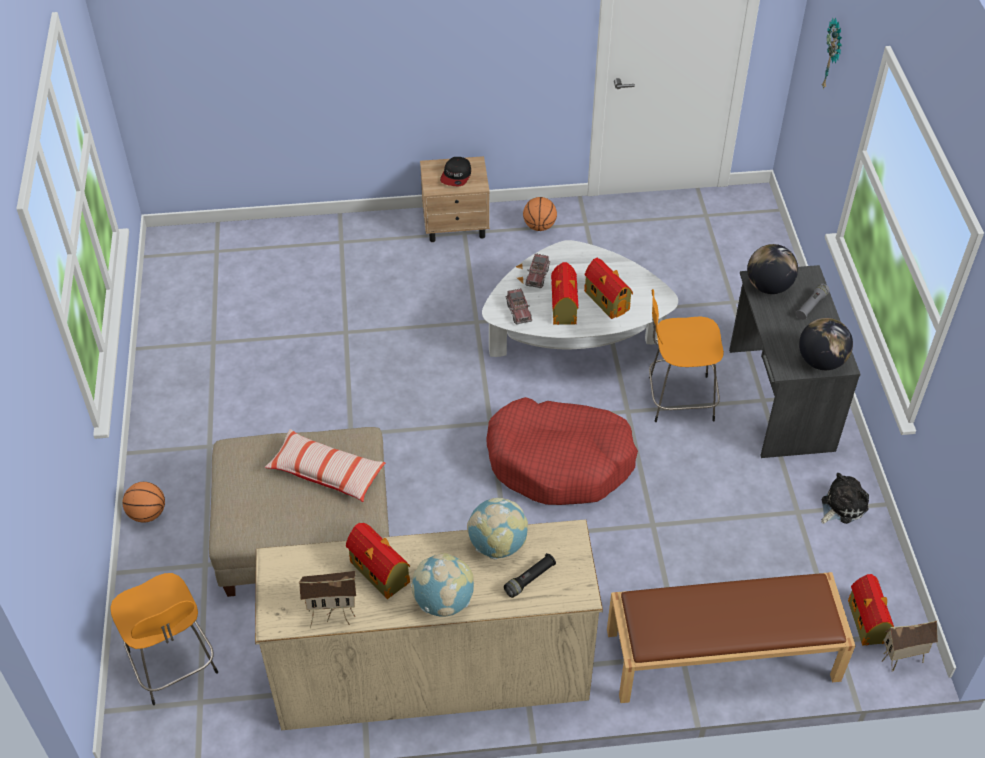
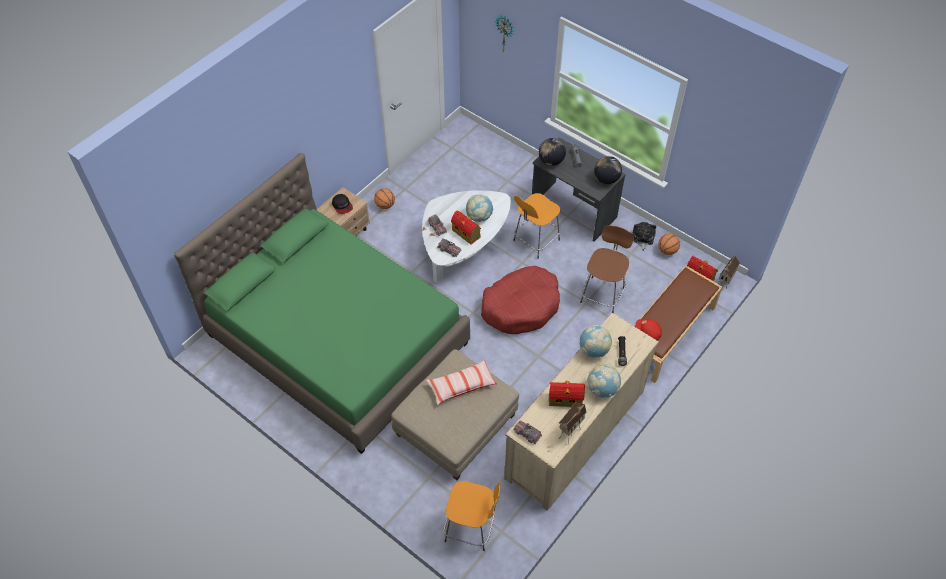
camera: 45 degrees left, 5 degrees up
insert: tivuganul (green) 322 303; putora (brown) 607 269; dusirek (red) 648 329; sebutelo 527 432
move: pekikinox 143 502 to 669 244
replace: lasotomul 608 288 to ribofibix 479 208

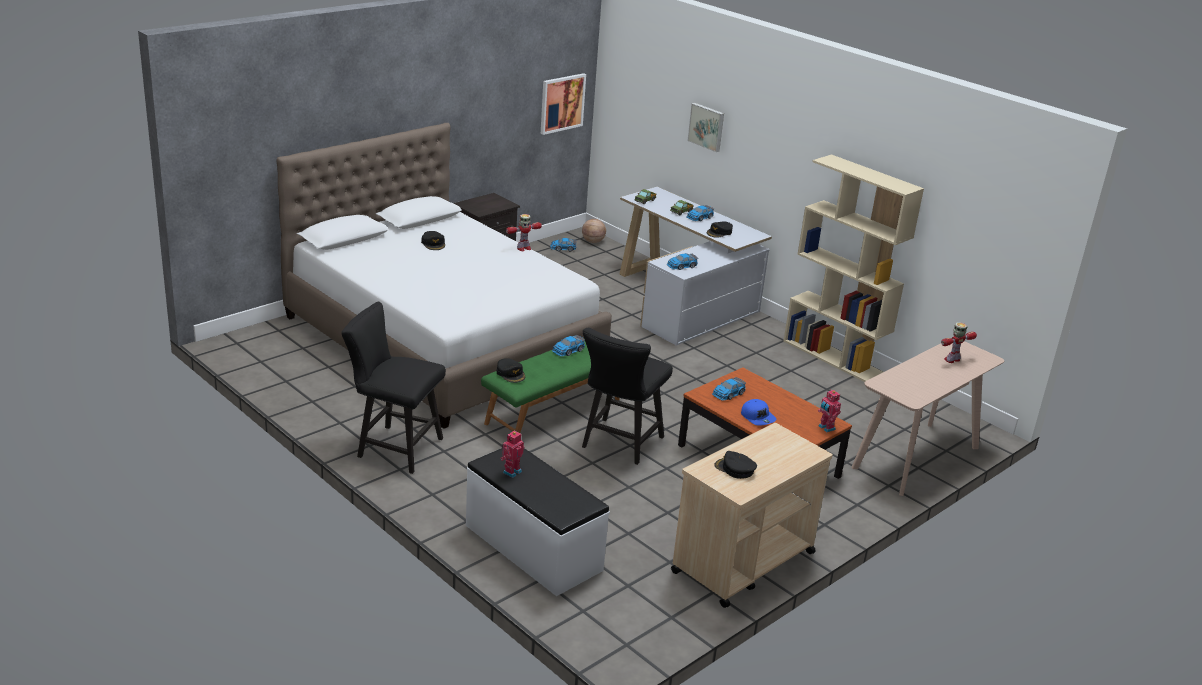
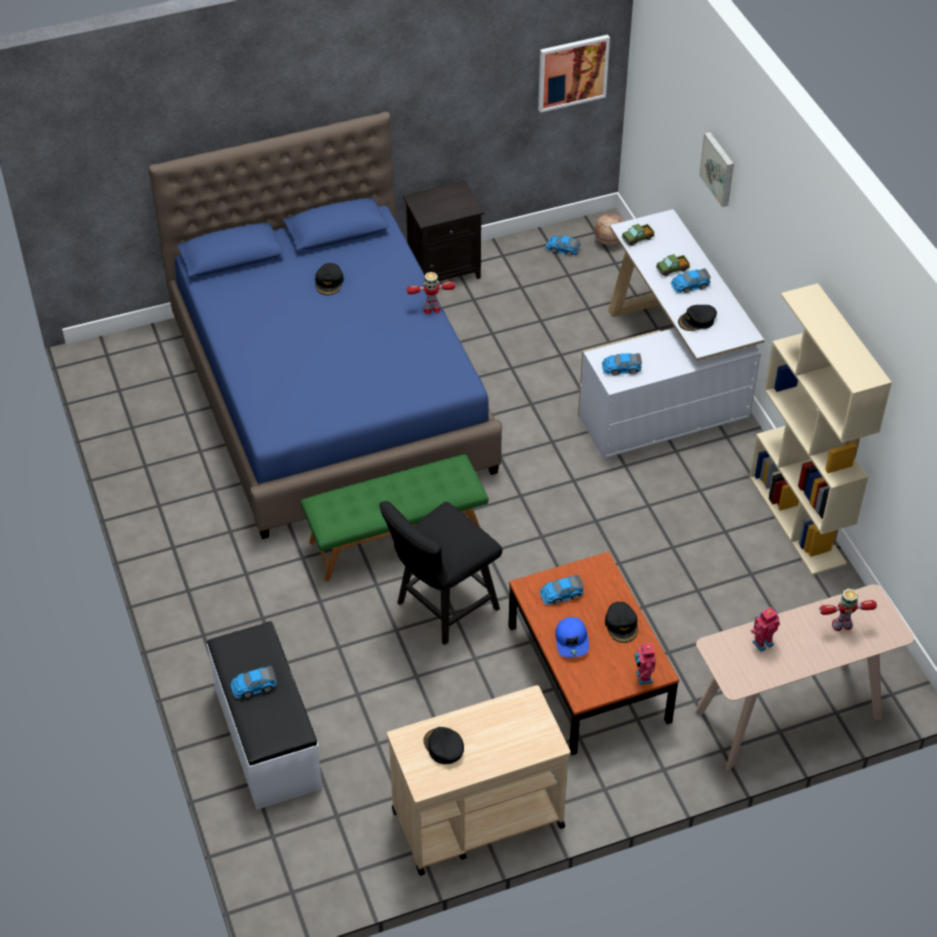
camera: 25 degrees right, 20 degrees up
delete: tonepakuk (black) 393 388
move: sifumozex 568 345 to 253 682; dusirek (black) 511 370 to 621 622; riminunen 512 454 to 765 629
recolor: tivuganul (white) 444 276 to tivuganul (blue) 325 325

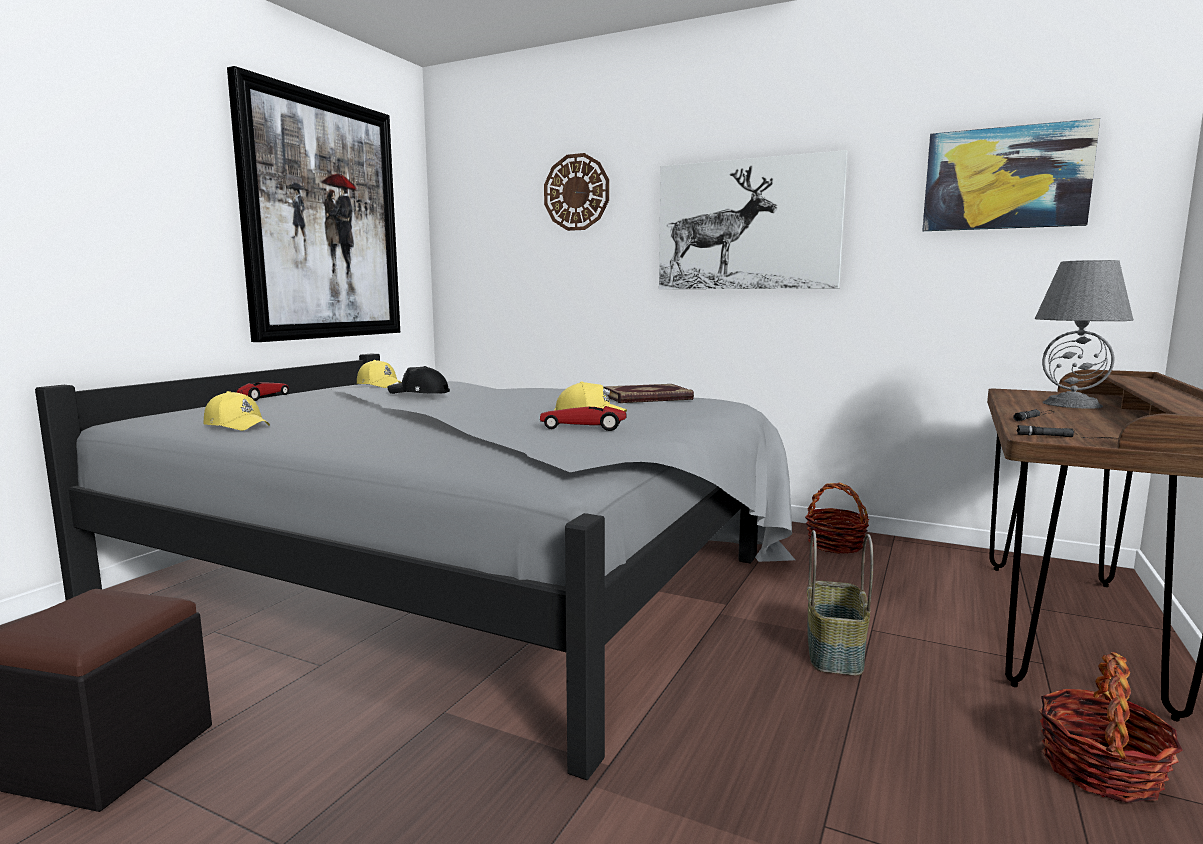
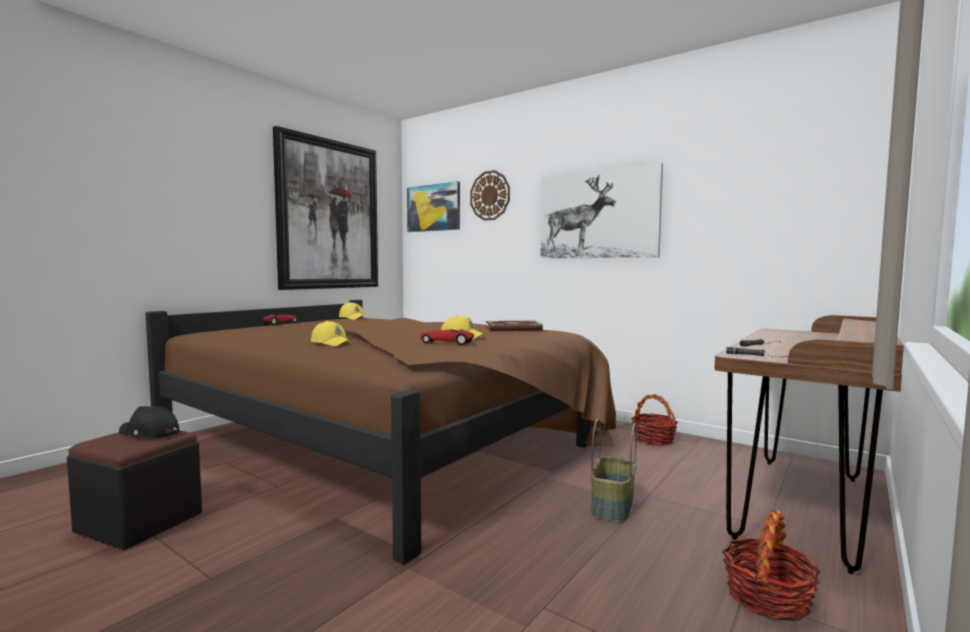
camera: 10 degrees right, 5 degrees down
delete: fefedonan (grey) 1084 334
move: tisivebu 1011 174 to 433 206; dusirek (black) 419 380 to 149 422; dusirek (yellow) 237 411 to 331 334
recolor: tivuganul (grey) 415 567 to tivuganul (brown) 380 432

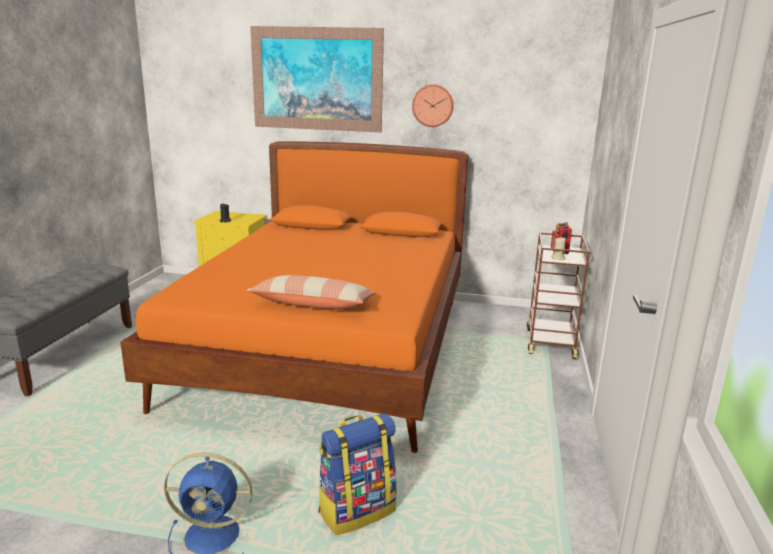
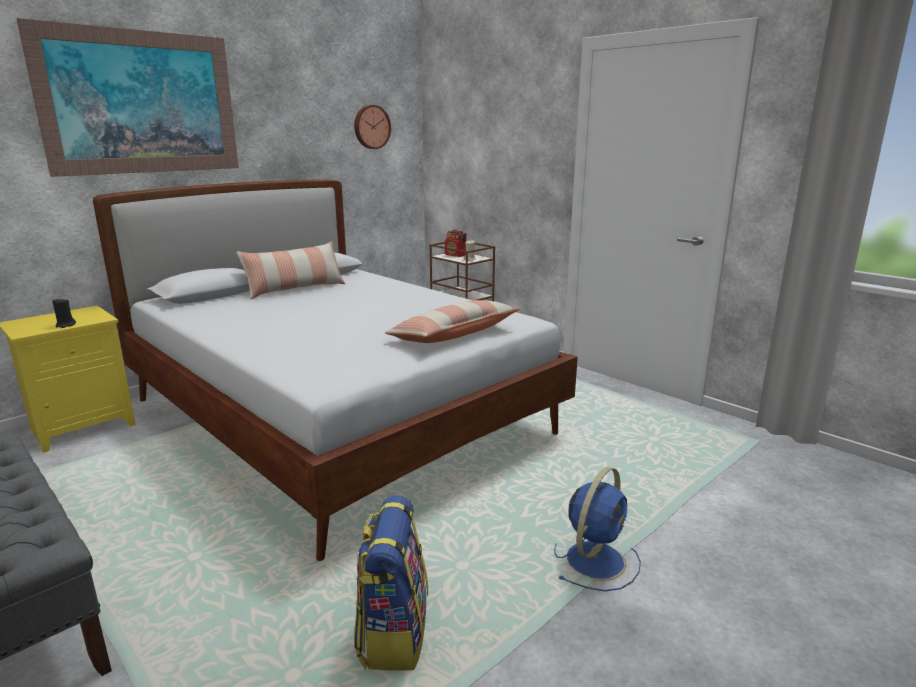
camera: 55 degrees left, 0 degrees up
insert: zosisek 290 270
move: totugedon 433 105 to 372 127; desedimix 357 474 to 391 583
recolor: tivuganul (orange) 294 297 to tivuganul (white) 335 370

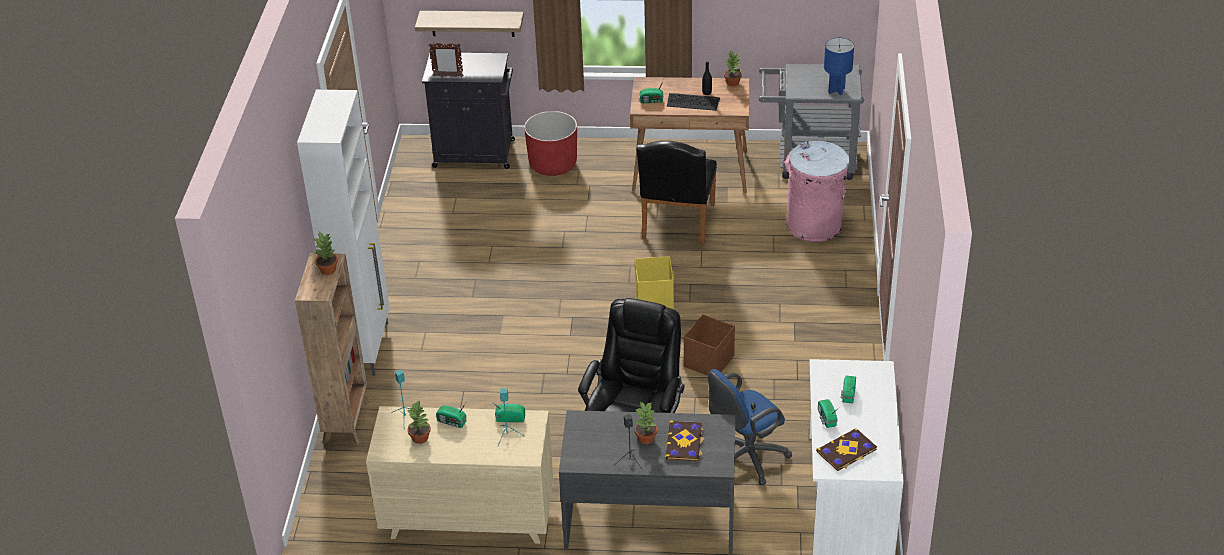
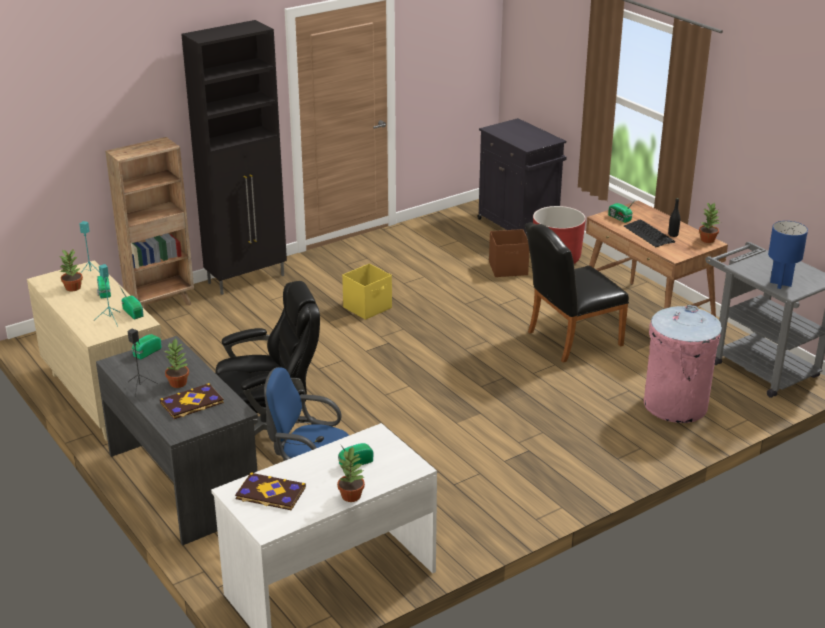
camera: 50 degrees right, 10 degrees down
delete: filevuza 469 24; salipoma 446 60
move: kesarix 325 253 to 351 474; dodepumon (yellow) 654 282 to 367 292; dodepumon (brown) 709 345 to 509 253; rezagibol 828 413 to 147 346
recolor: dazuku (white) 343 233 to dazuku (black) 234 157

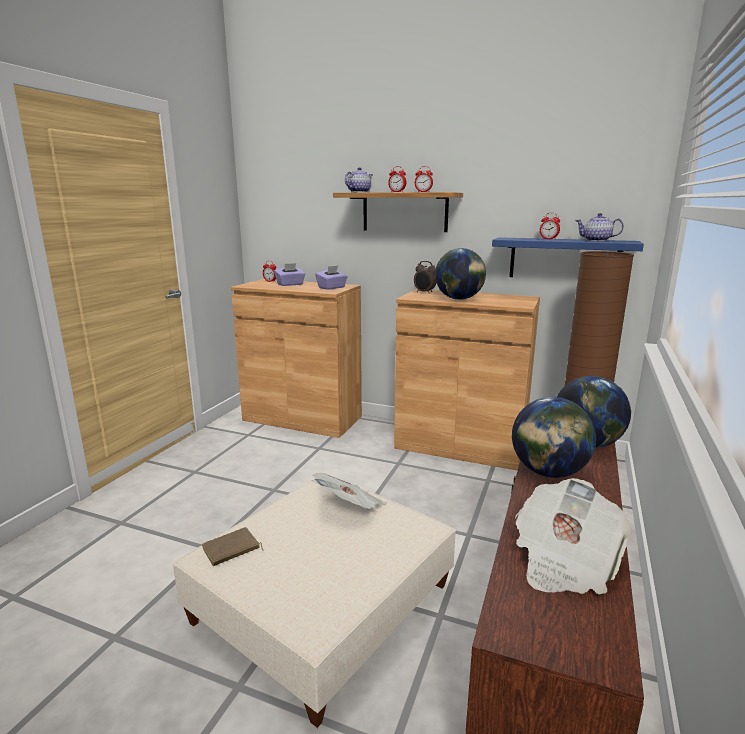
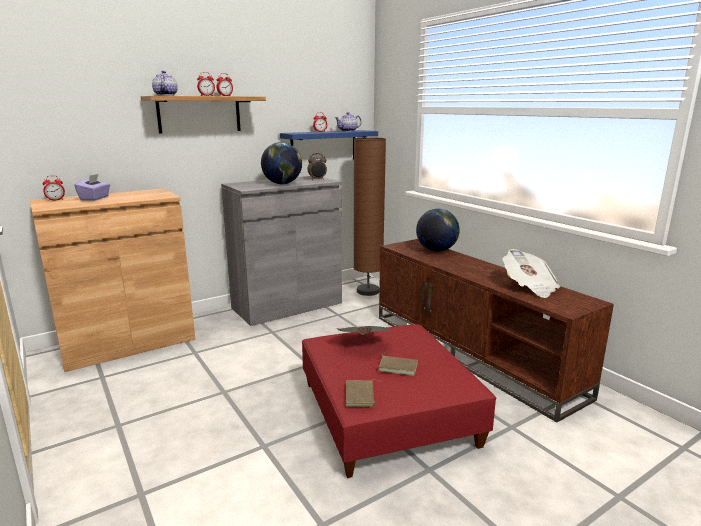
camera: 55 degrees left, 0 degrees up
delete: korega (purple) 331 278; ribofibix 554 437
insert: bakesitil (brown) 398 364
move: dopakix 425 277 to 317 166
recolor: dazuku (brown) 467 380 to dazuku (grey) 281 251; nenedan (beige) 314 601 to nenedan (red) 399 401

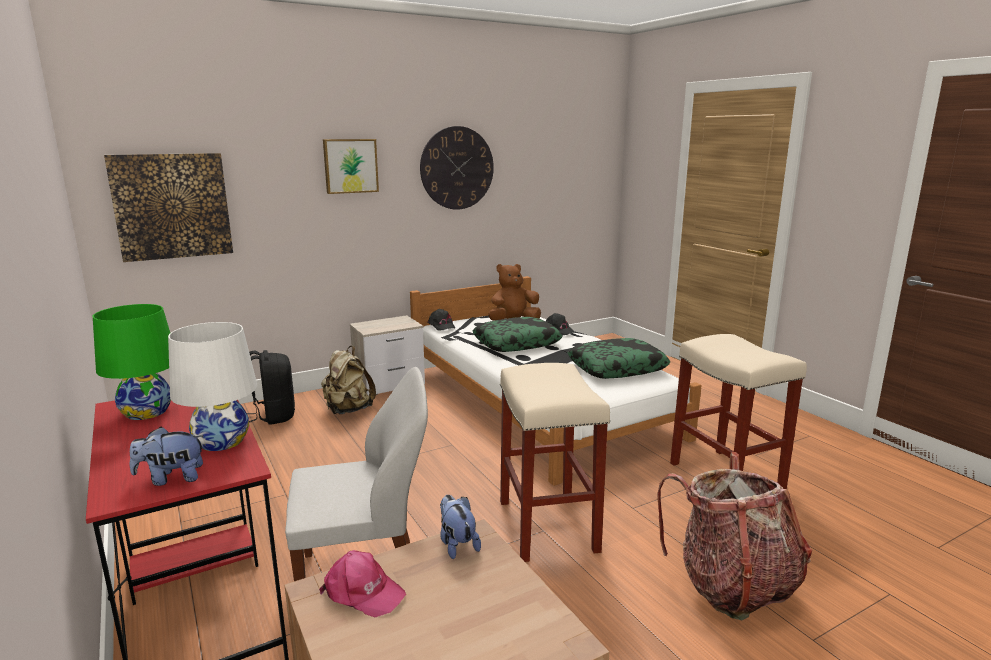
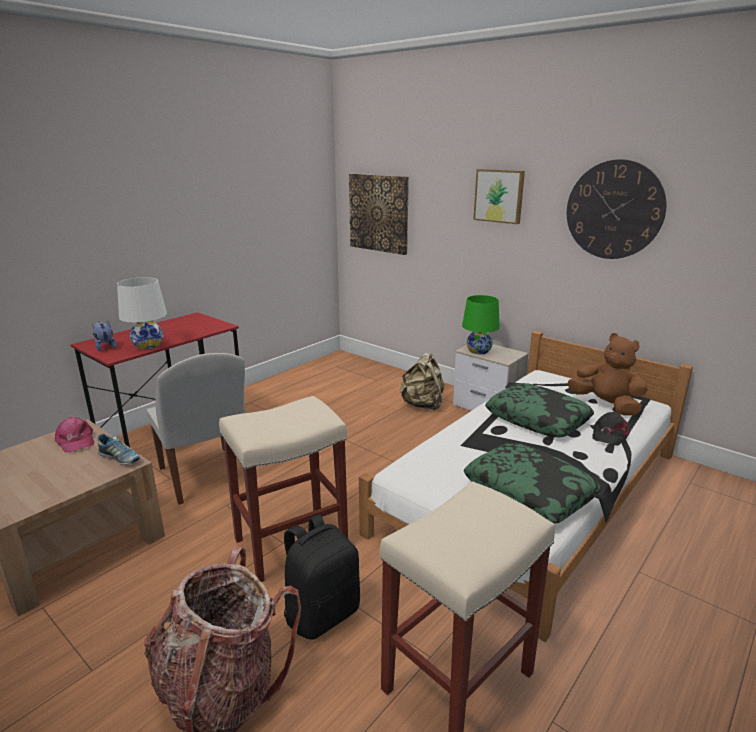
camera: 70 degrees right, 5 degrees up
delete: dusirek (black) 441 320
move: fefedonan (green) 132 362 to 481 324; desedimix (black) 271 387 to 322 576
replace: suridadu 460 527 to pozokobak 119 449
rotate: dusirek (pink) 362 583 = 74 435 45 degrees counterclockwise

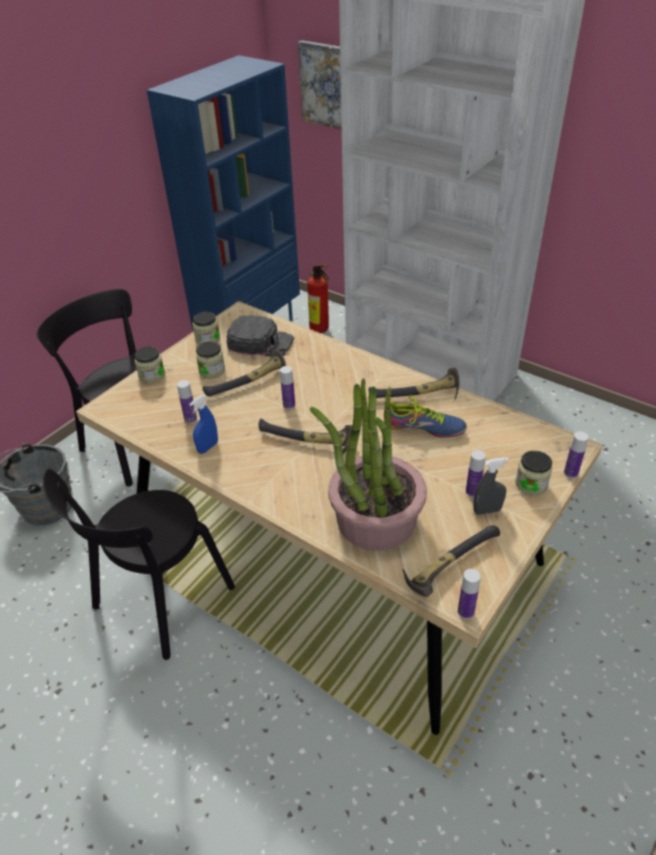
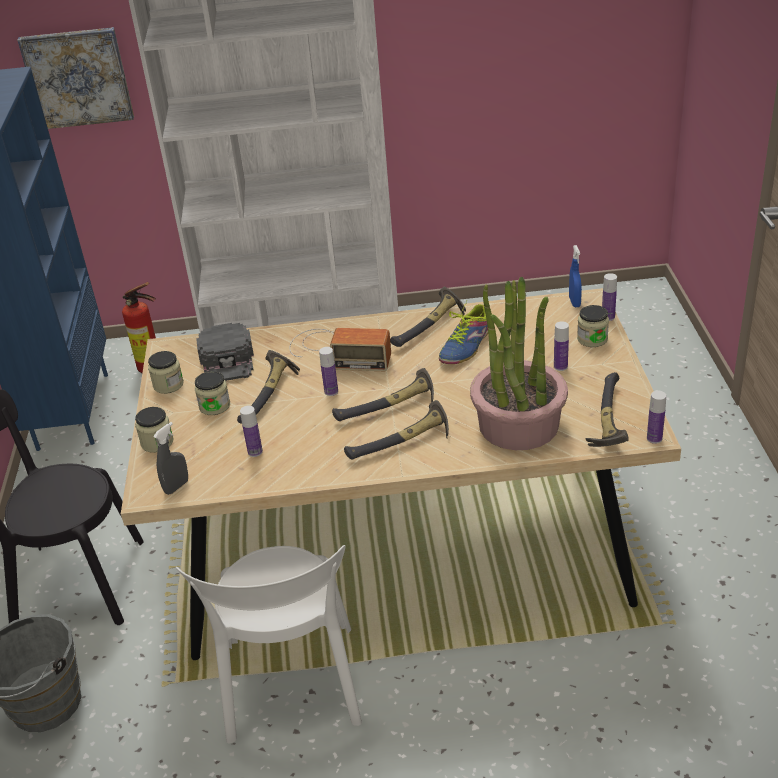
camera: 40 degrees left, 5 degrees down
insert: rezagibol 340 349; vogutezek 396 430
move: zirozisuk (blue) 203 424 to 575 276; zirozisuk (grey) 491 486 to 170 458
recolor: tonepakuk (black) 139 564 to tonepakuk (white) 269 644
rotate: dusirek (black) 260 336 = 225 352 105 degrees clockwise; pozokobak 425 416 = 463 332 150 degrees clockwise

